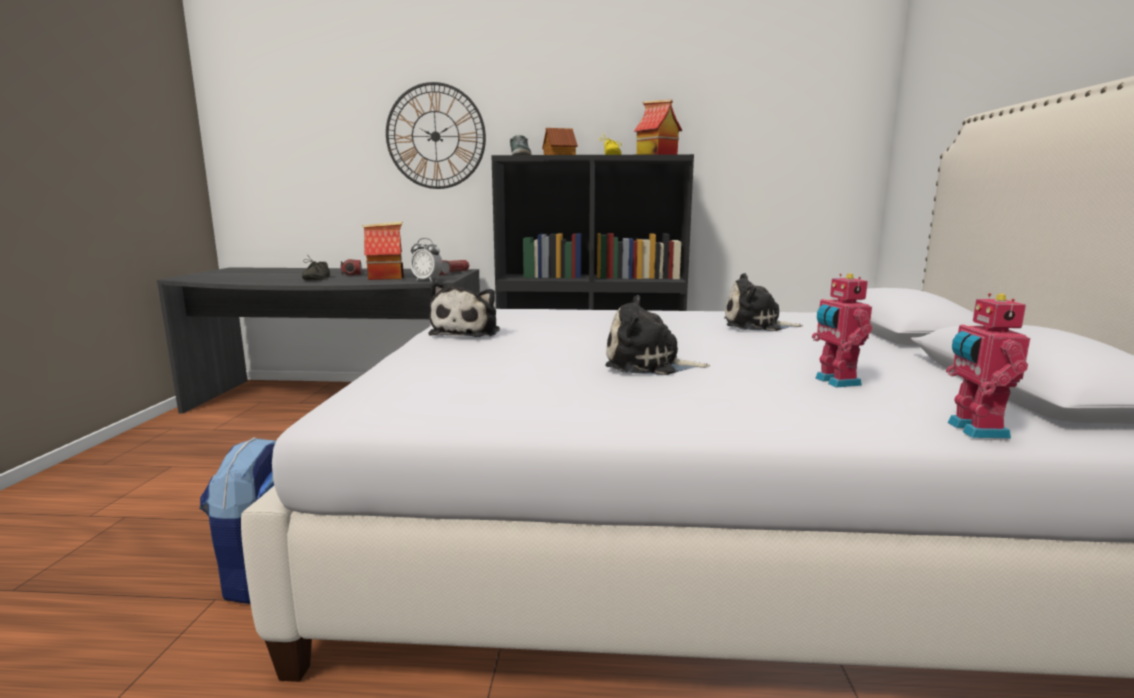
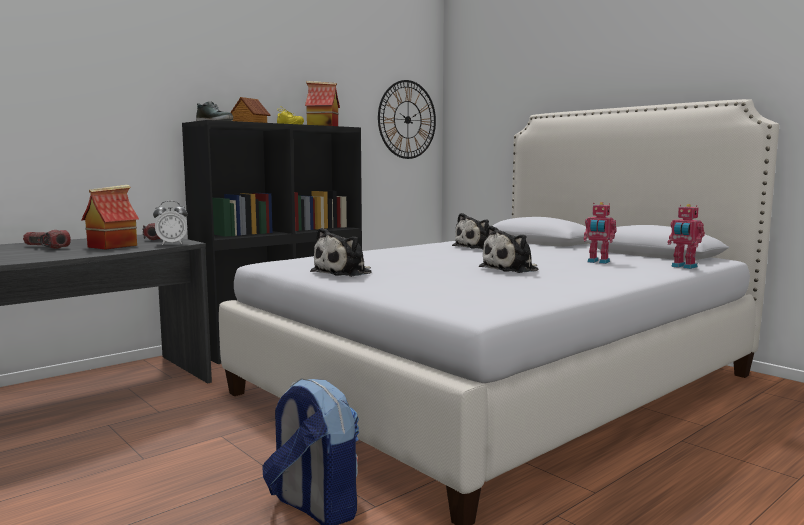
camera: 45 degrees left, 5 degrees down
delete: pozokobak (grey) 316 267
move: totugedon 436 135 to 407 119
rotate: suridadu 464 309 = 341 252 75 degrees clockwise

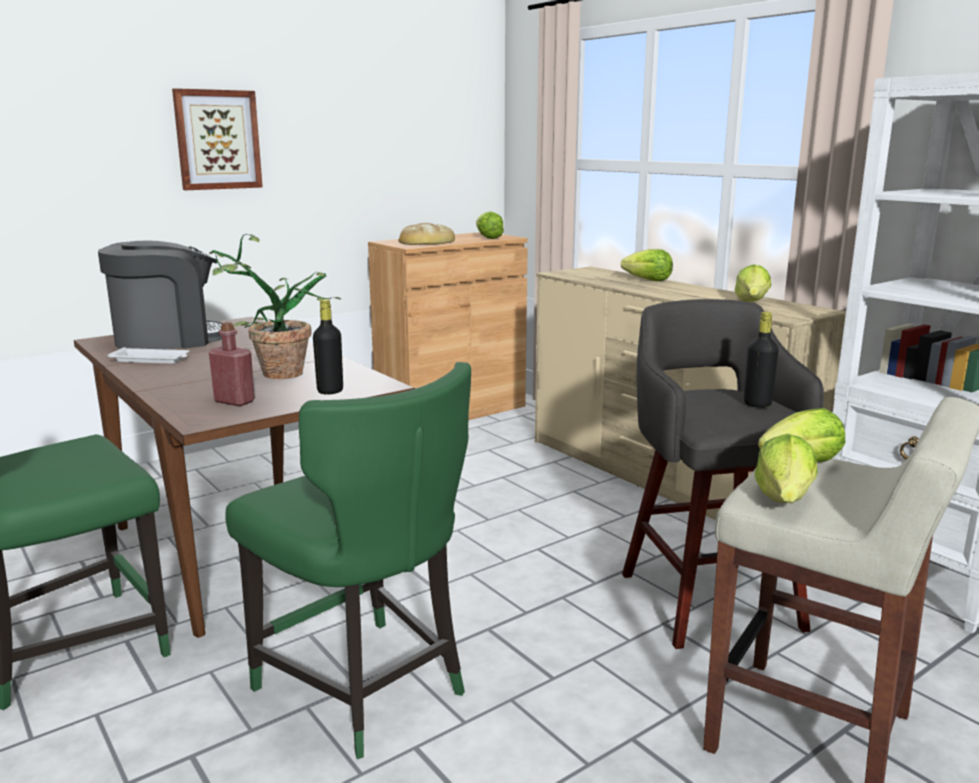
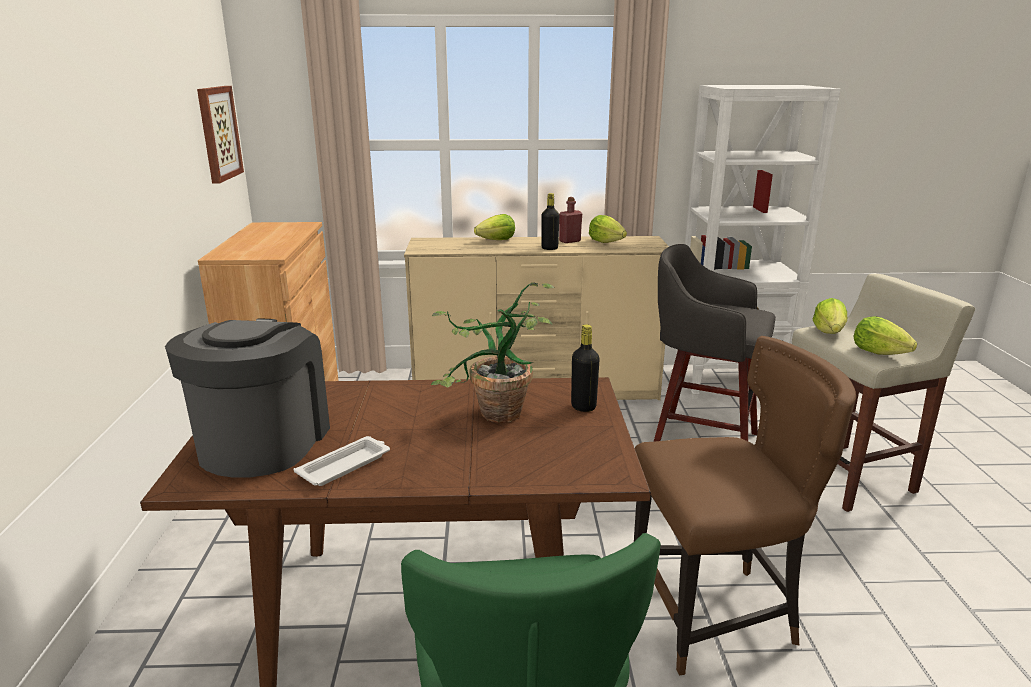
camera: 55 degrees left, 5 degrees up
delete: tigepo 490 225; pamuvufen 427 234
move: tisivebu 217 139 to 220 135; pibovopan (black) 761 360 to 550 221; pibovopan (red) 232 364 to 570 220
recolor: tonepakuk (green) 348 560 to tonepakuk (brown) 745 505

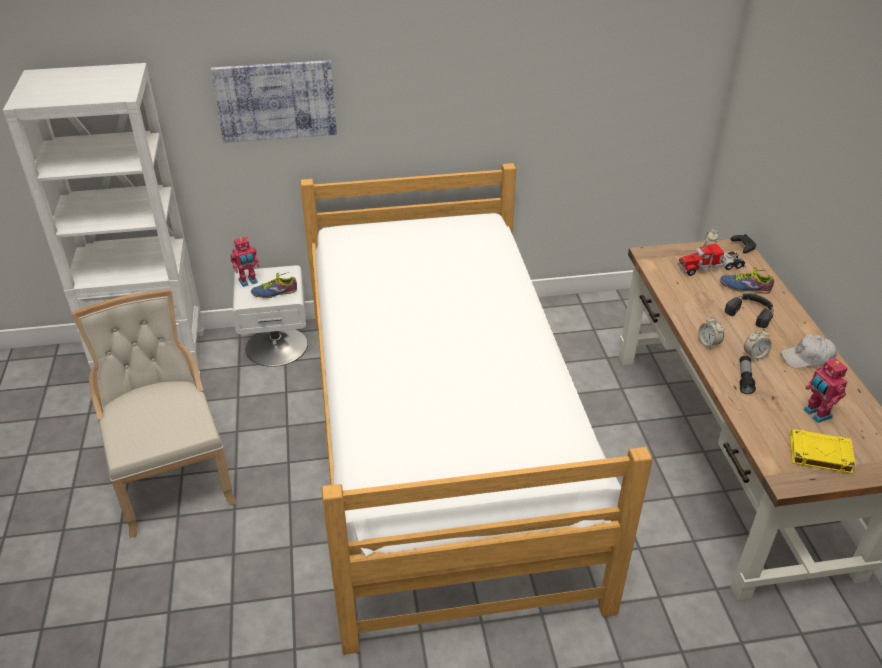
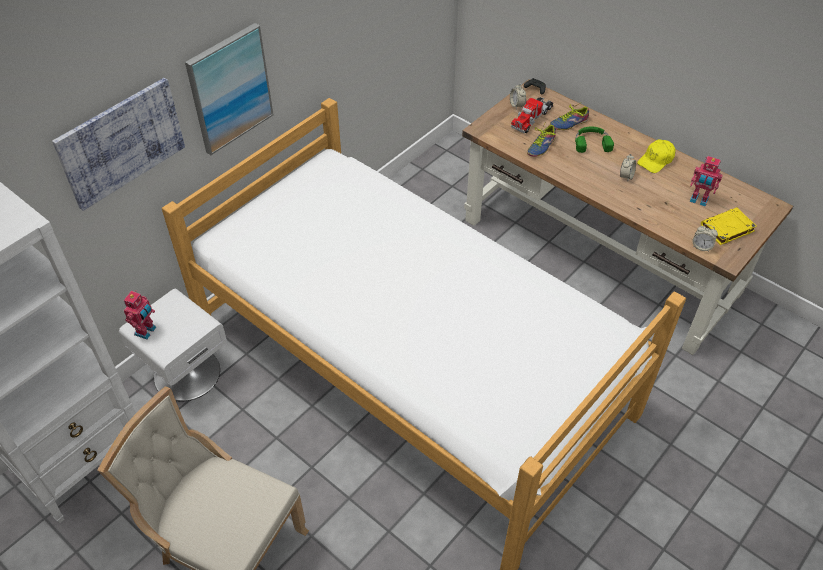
camera: 40 degrees left, 10 degrees up
delete: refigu 747 375
insert: tisivebu 229 89
move: pozokobak 274 285 to 541 141; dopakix 711 332 to 705 238
recolor: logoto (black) 749 311 to logoto (green) 594 140; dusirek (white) 808 351 to dusirek (yellow) 656 156

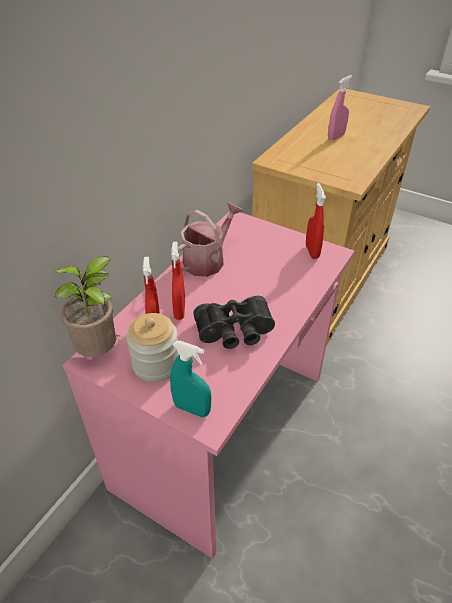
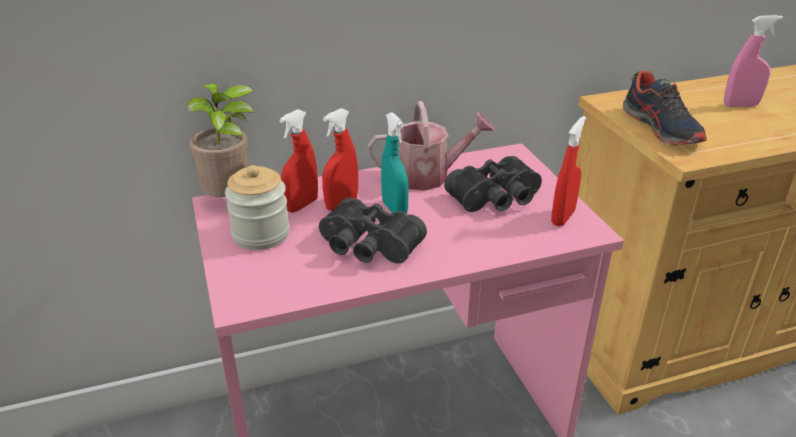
camera: 40 degrees right, 10 degrees down
insert: pozokobak 665 108; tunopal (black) 493 184
move: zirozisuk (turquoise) 190 379 to 395 163

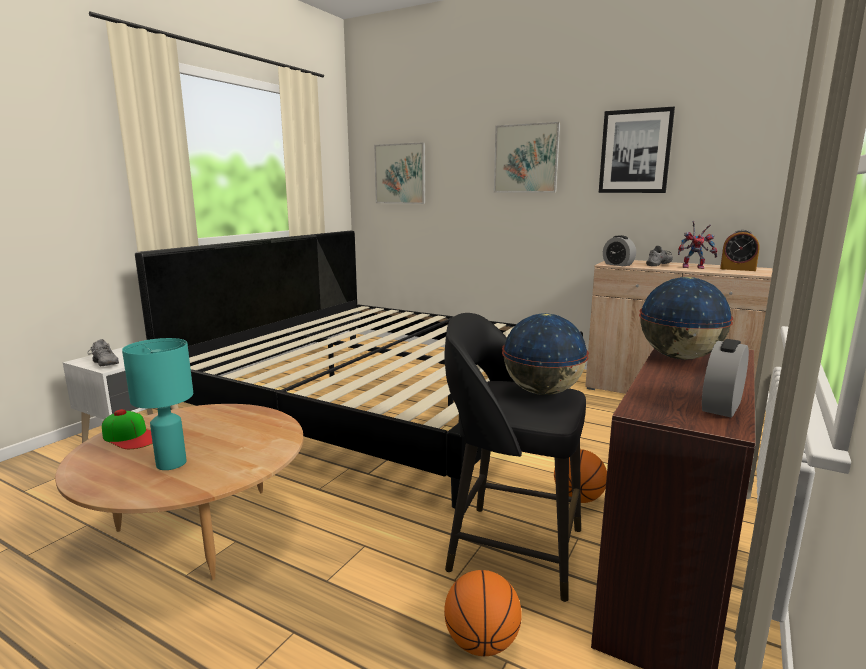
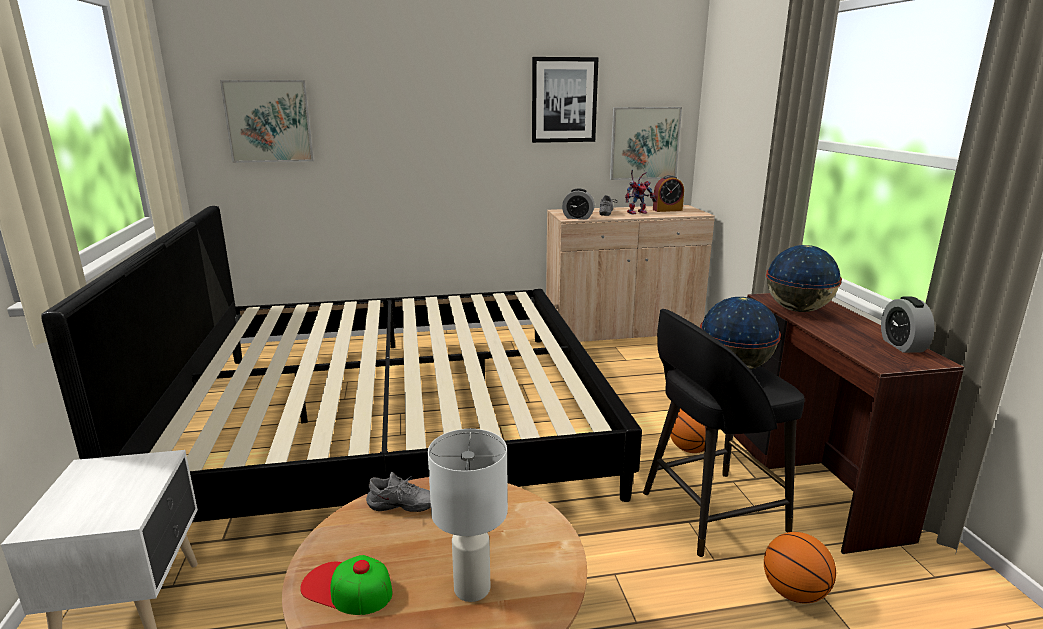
camera: 40 degrees left, 5 degrees up
move: tisivebu 527 157 to 646 143; pozokobak (grey) 103 352 to 398 492
recolor: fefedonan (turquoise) 157 404 to fefedonan (white) 468 515
rotate: dusirek 127 429 = 346 585 150 degrees counterclockwise

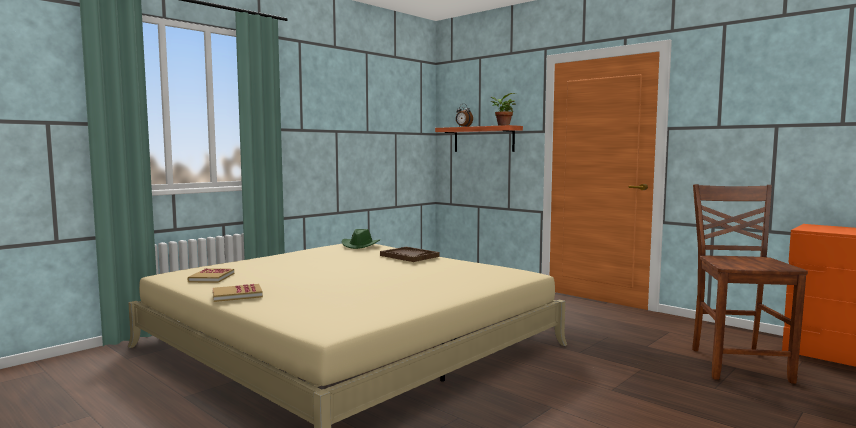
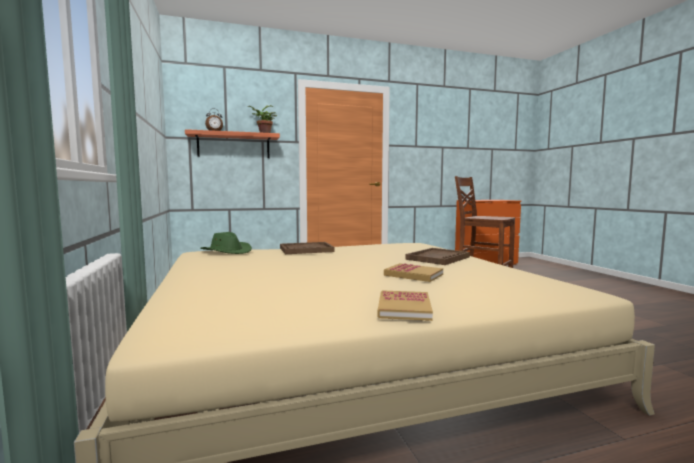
camera: 60 degrees left, 0 degrees up
insert: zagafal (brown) 437 256
move: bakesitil 211 275 to 413 272

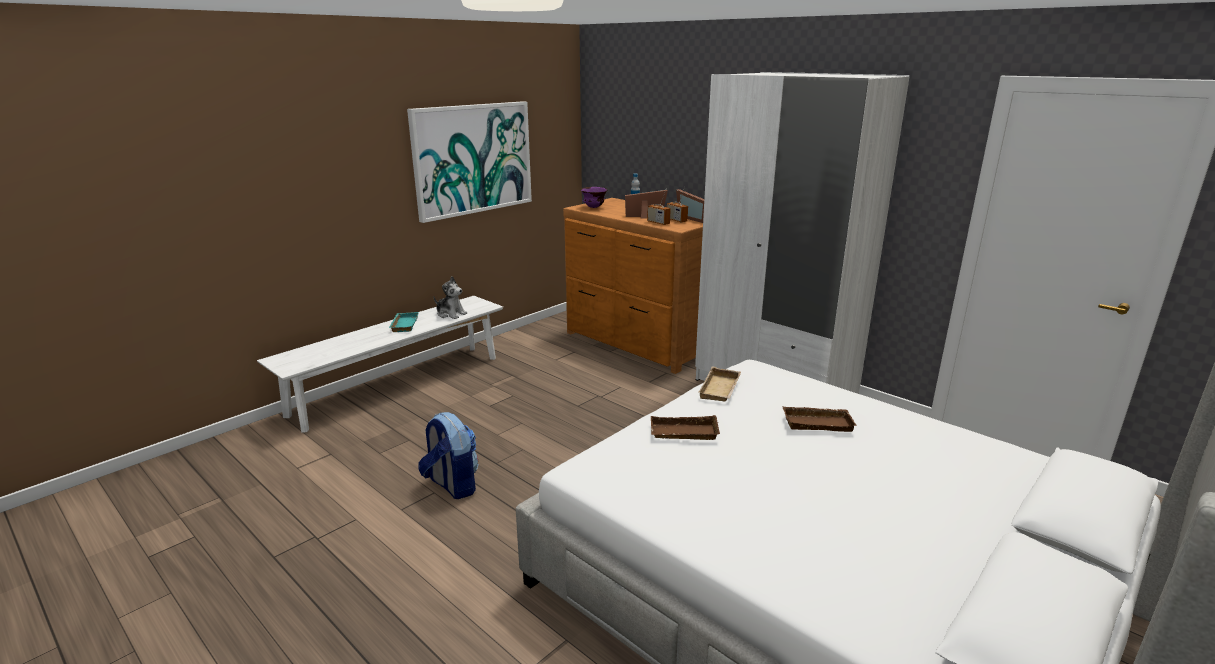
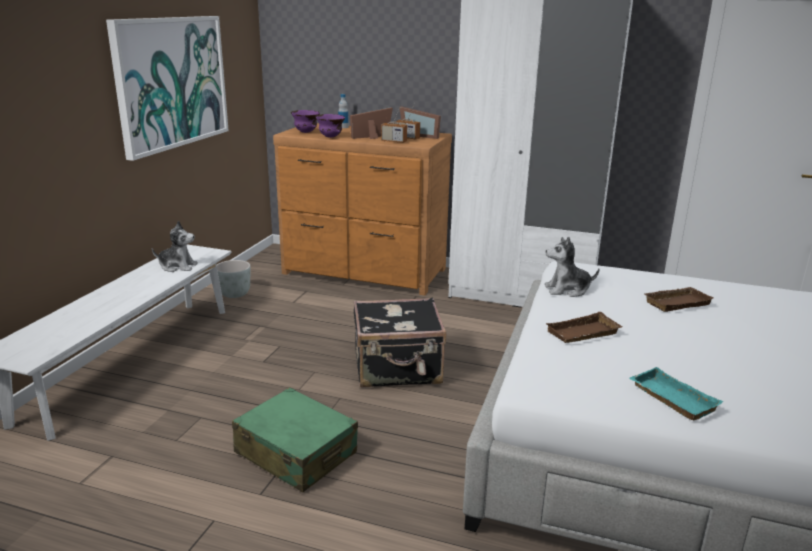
camera: 25 degrees left, 0 degrees up
insert: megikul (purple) 330 126; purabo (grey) 233 279; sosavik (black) 400 342
move: zagafal (turquoise) 404 322 to 676 394
replace: zagafal (beige) 719 384 to suridadu 572 267; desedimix 448 455 to sosavik (green) 295 439

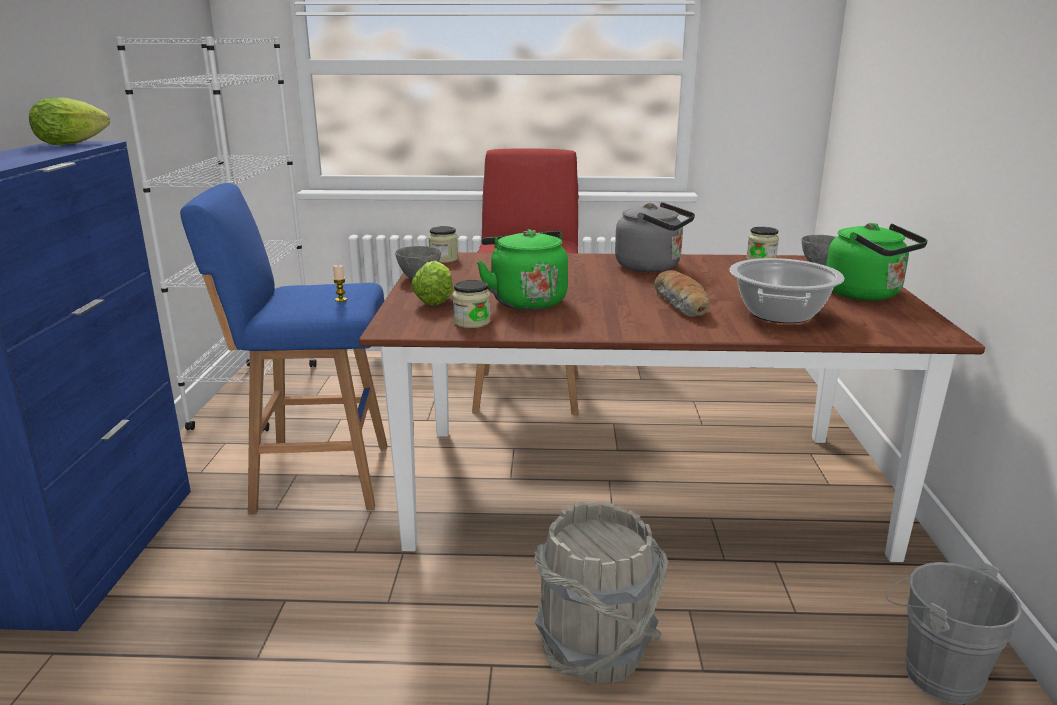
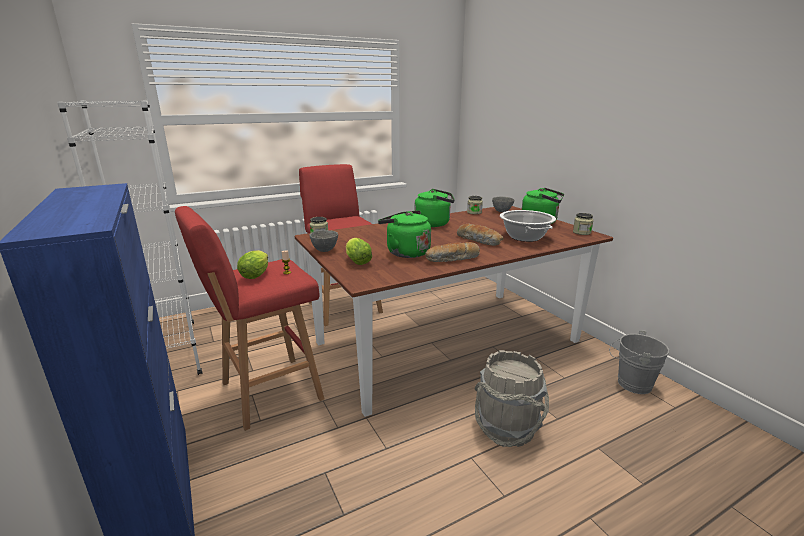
camera: 30 degrees left, 0 degrees up
insert: pamuvufen 452 252
move: tigepo 69 121 to 252 264; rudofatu 472 304 to 583 224
recolor: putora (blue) 283 349 to putora (red) 249 318; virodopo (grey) 655 237 to virodopo (green) 434 208

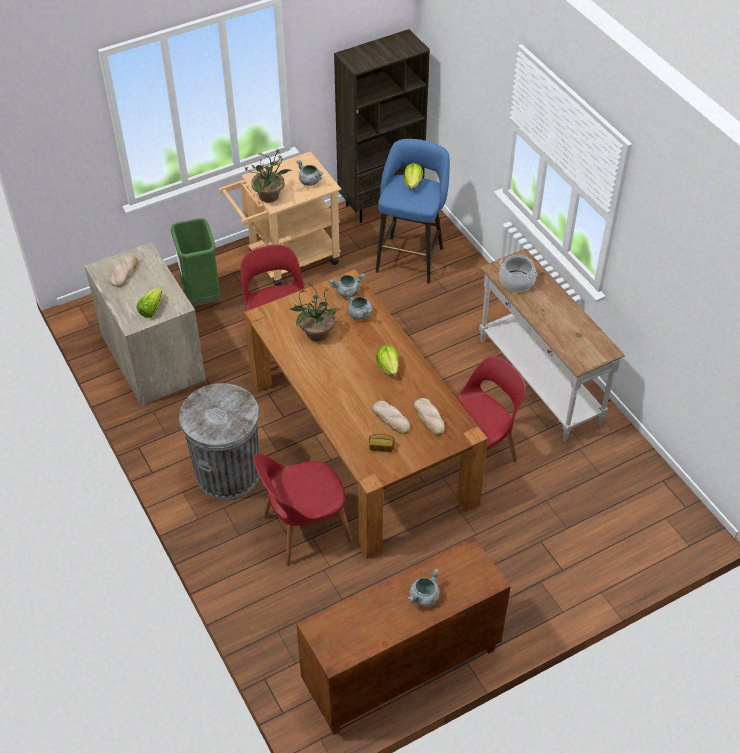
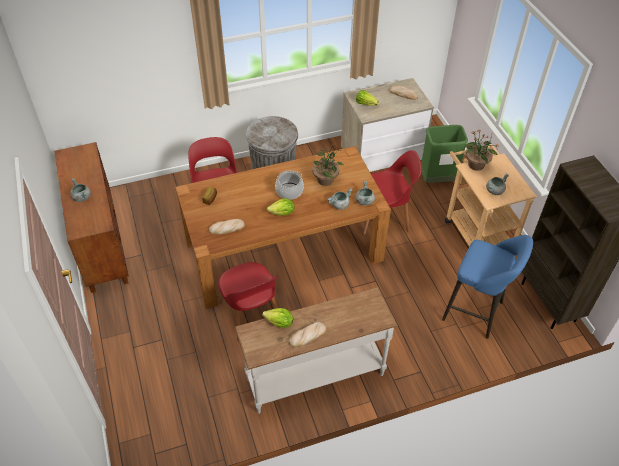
camera: 100 degrees right, 0 degrees up
move: tigepo 413 176 to 277 318; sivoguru 518 273 to 289 185; pamuvufen 391 417 to 307 334

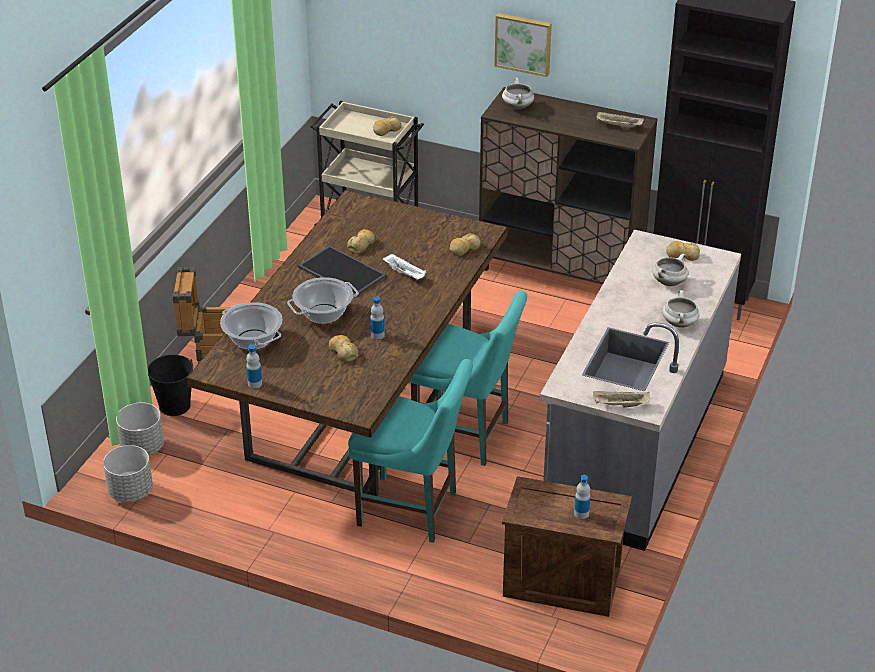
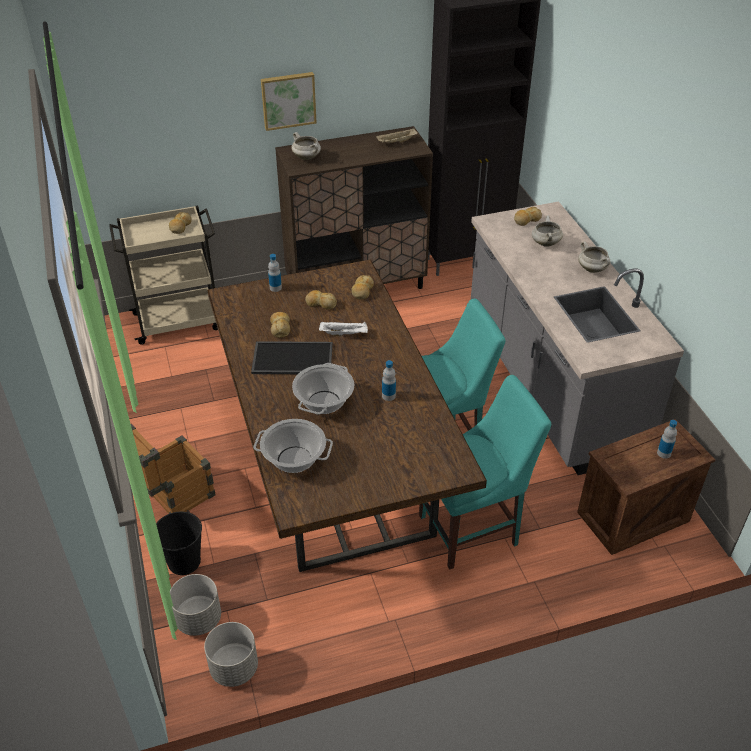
camera: 40 degrees left, 5 degrees up
delete: zagafal (beige) 621 399
move: pamuvufen 343 348 to 321 300; pibovopan 254 366 to 275 273

